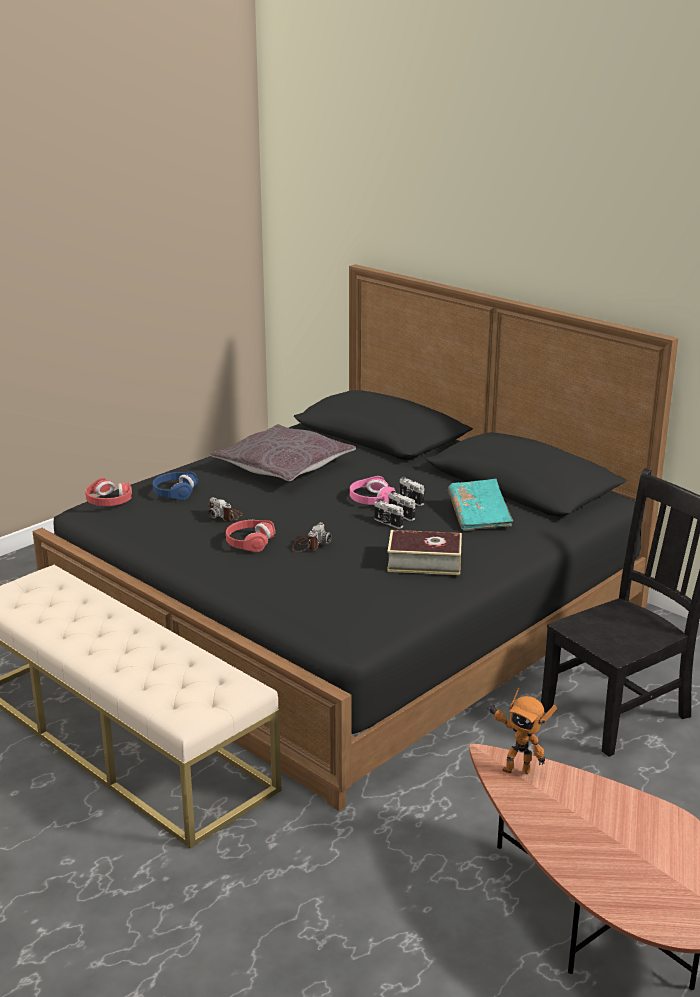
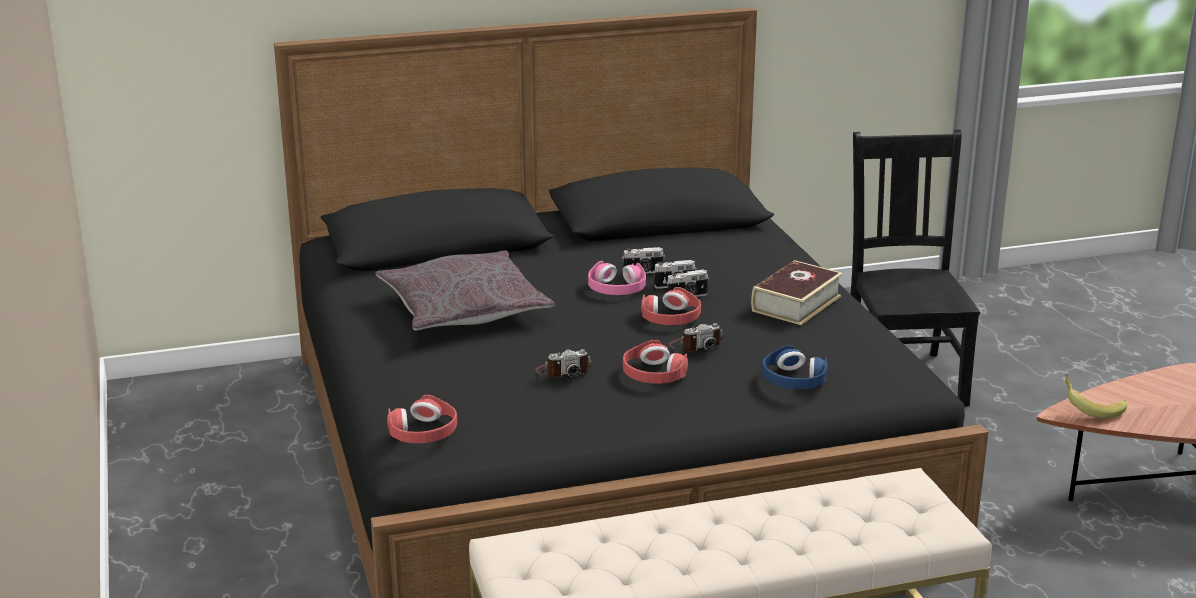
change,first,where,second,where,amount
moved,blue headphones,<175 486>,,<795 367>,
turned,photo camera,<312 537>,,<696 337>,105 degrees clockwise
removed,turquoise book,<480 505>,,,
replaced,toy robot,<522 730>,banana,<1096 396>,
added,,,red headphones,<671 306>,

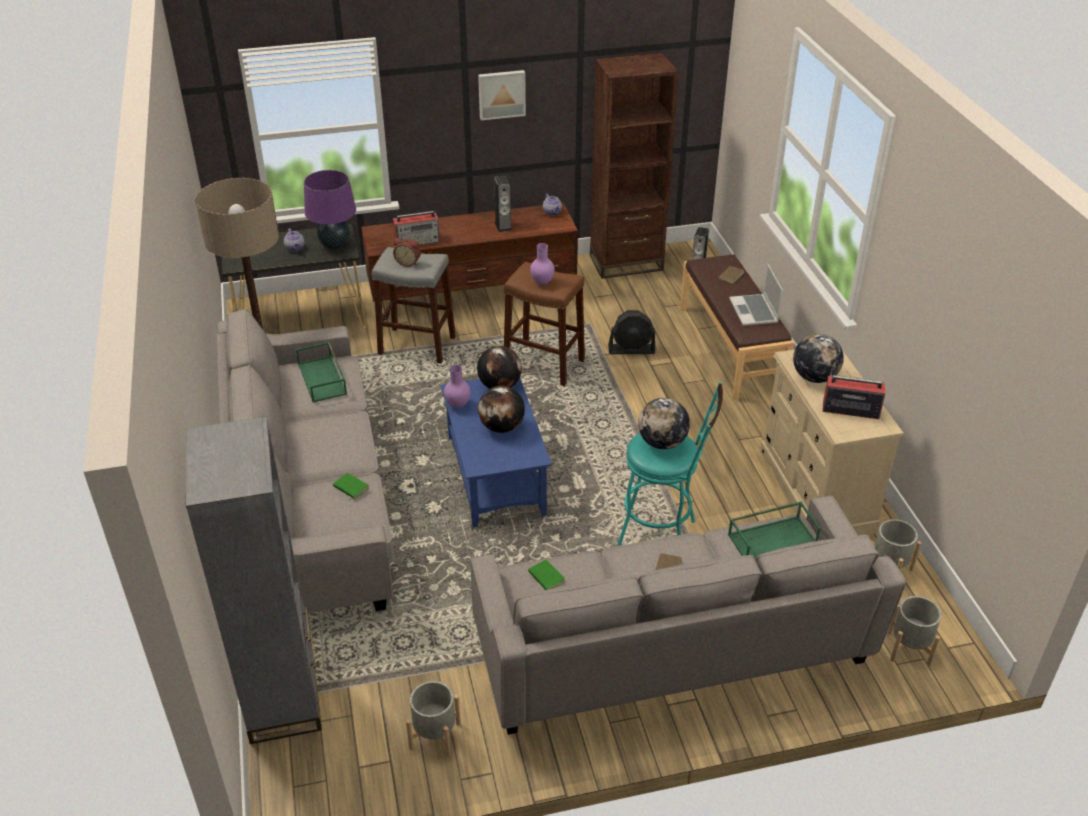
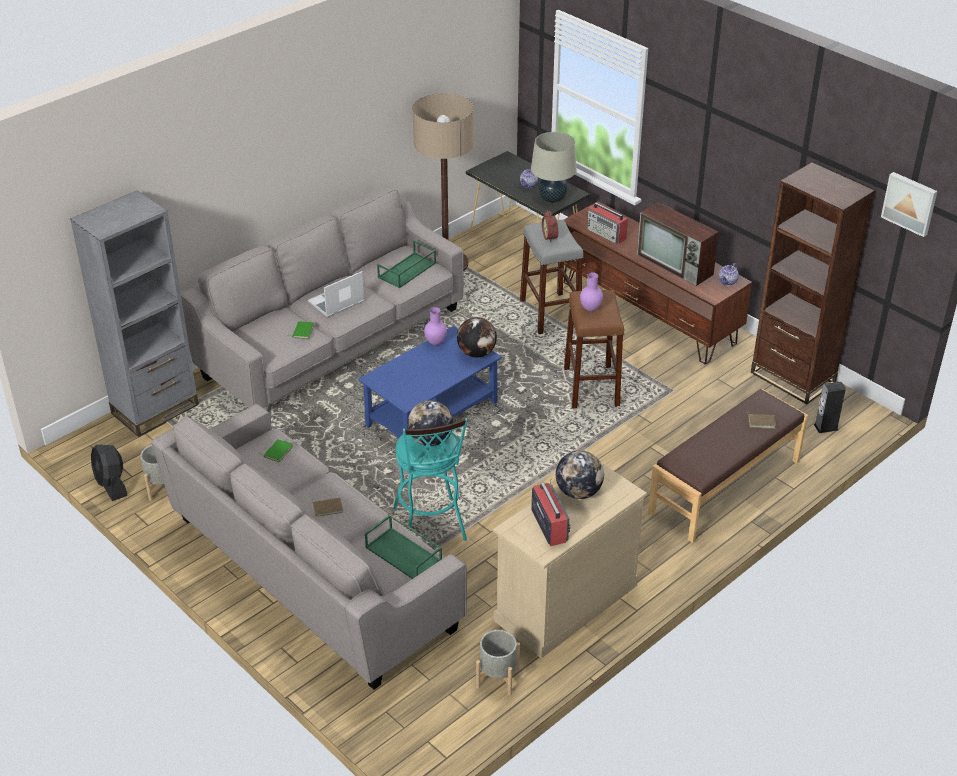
change,first,where,second,where,amount
recoloured,purple table lamp,<330 209>,beige table lamp,<554 167>,
moved,picture,<502 95>,,<909 204>,
removed,globe,<501 409>,,,
replaced,speaker,<503 204>,television,<678 244>,
moved,black fan,<631 332>,,<109 473>,
moved,laptop,<756 295>,,<336 294>,
removed,grey planter,<915 631>,,,

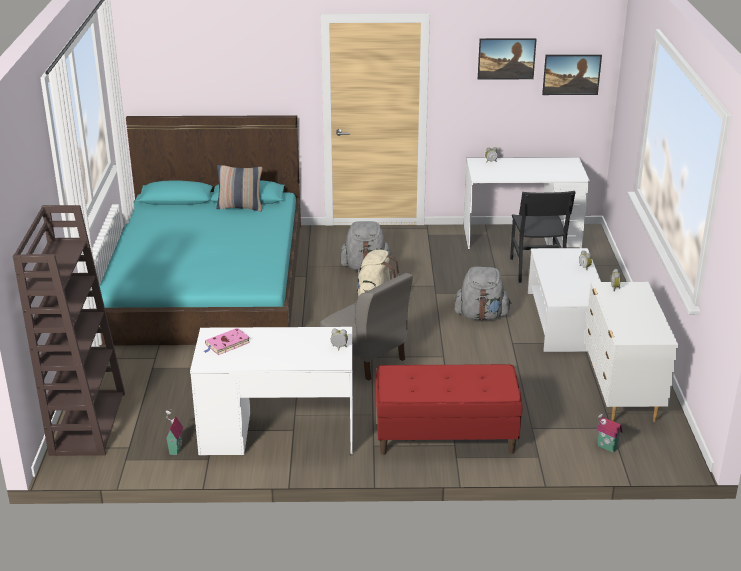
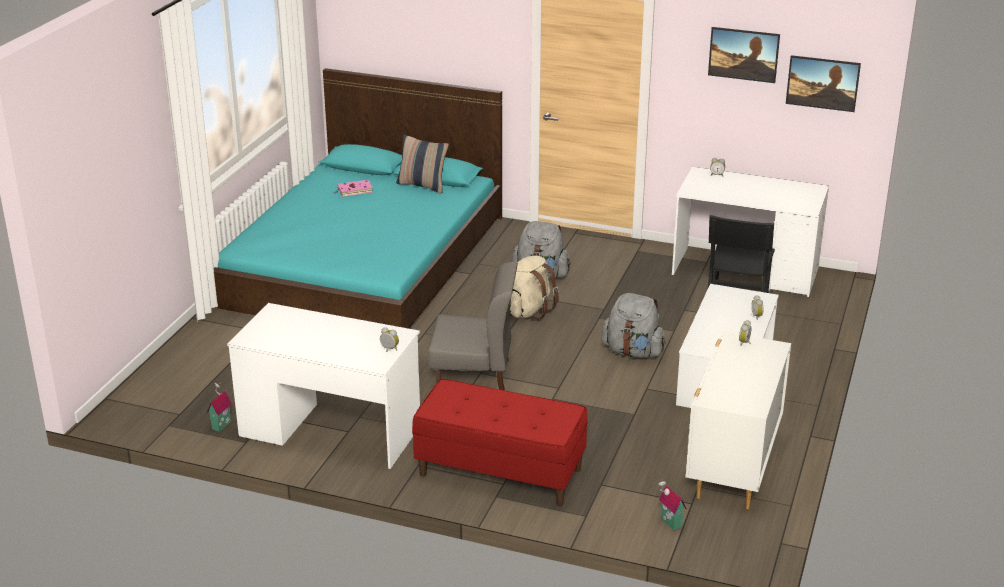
change,first,where,second,where,amount
removed,brown bookcase,<69 330>,,,
moved,pink book,<227 341>,,<353 188>,
turned,grey chair,<366 327>,,<473 326>,60 degrees counterclockwise

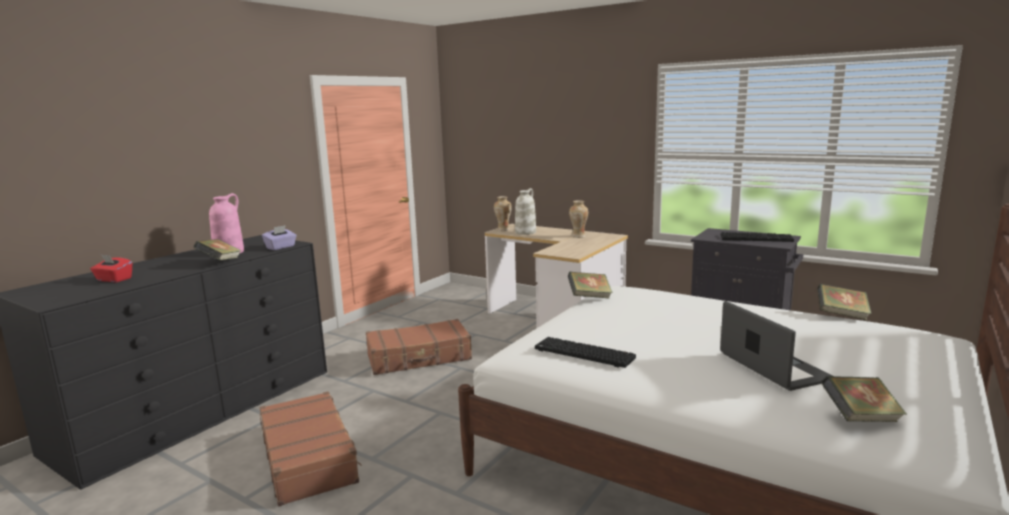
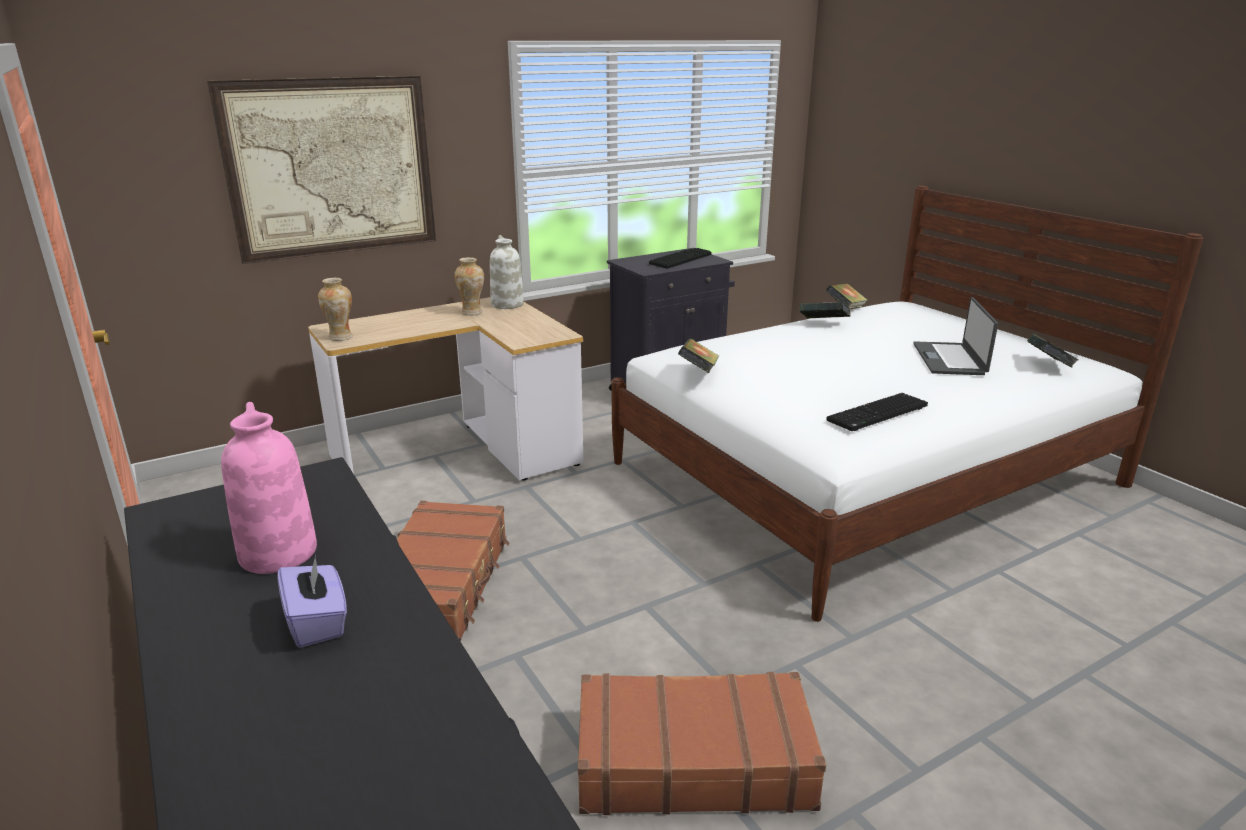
change,first,where,second,where,amount
removed,red tissue box,<111 268>,,,
moved,book,<217 250>,,<825 310>,
moved,purple tissue box,<279 237>,,<312 601>,
moved,white vase,<525 211>,,<507 272>,
turned,laptop,<776 346>,,<955 336>,90 degrees counterclockwise
added,,,picture,<321 170>,

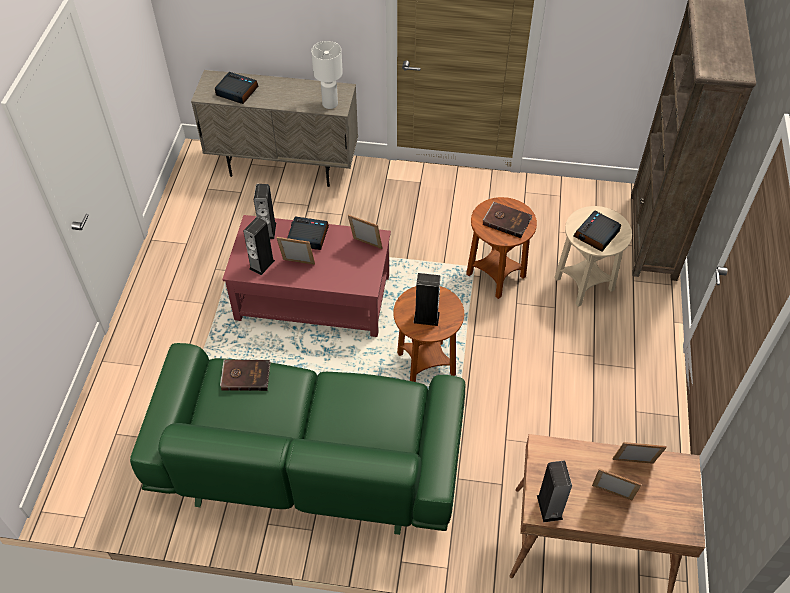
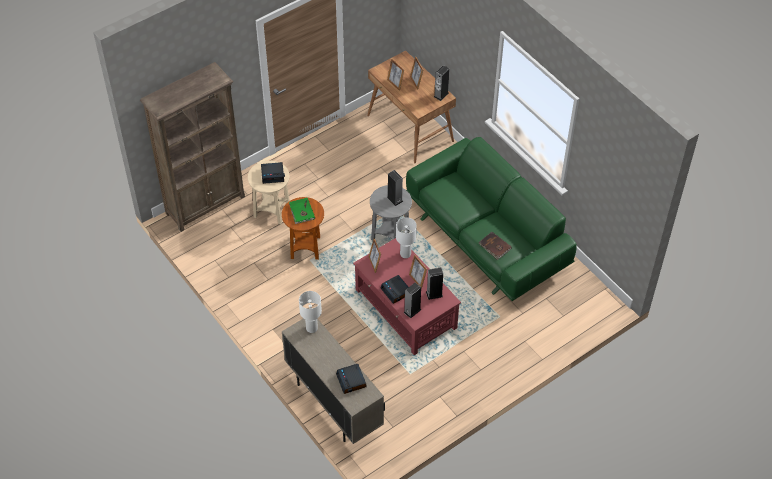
change,first,where,second,where,amount
recoloured,brown side table,<428 334>,grey side table,<391 212>,
recoloured,brown book,<508 220>,green book,<302 211>,
added,,,white table lamp,<406 237>,

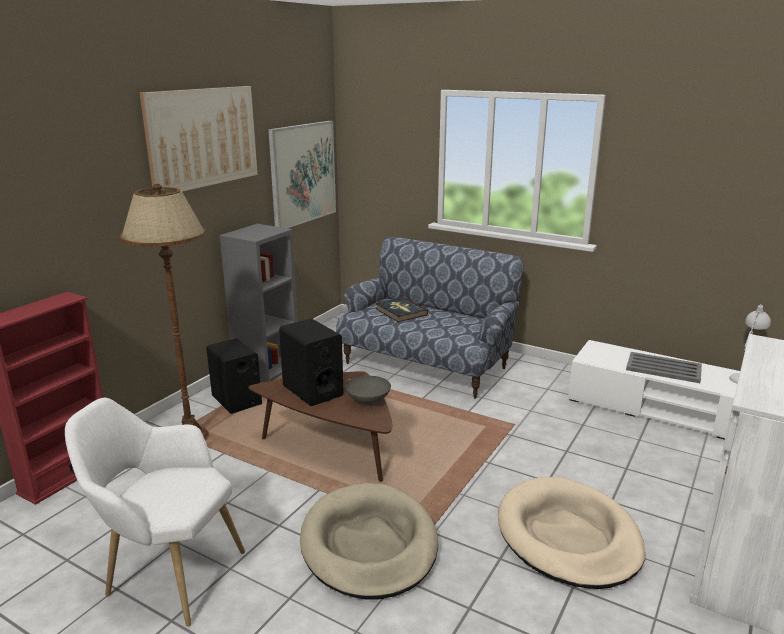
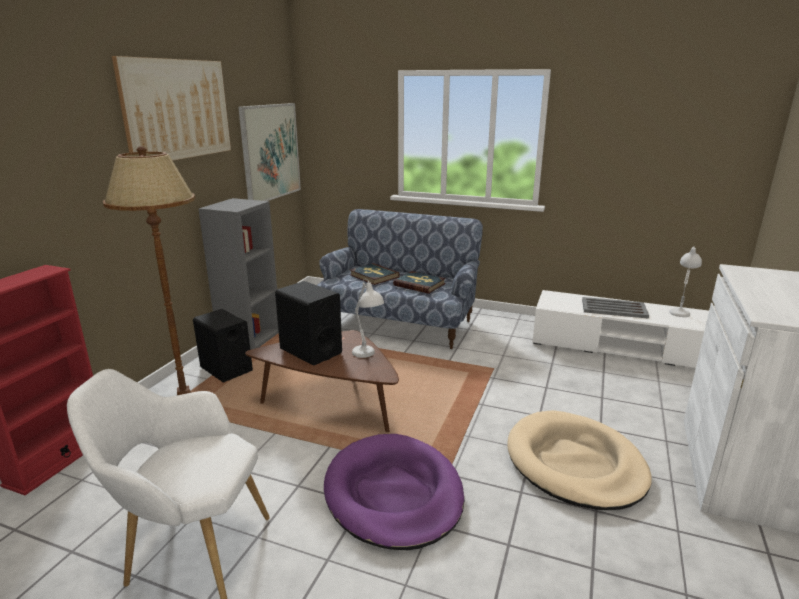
change,first,where,second,where,amount
recoloured,beige dog bed,<369 541>,purple dog bed,<394 492>,
replaced,grey bowl,<368 390>,white table lamp,<368 318>,
added,,,book,<419 282>,

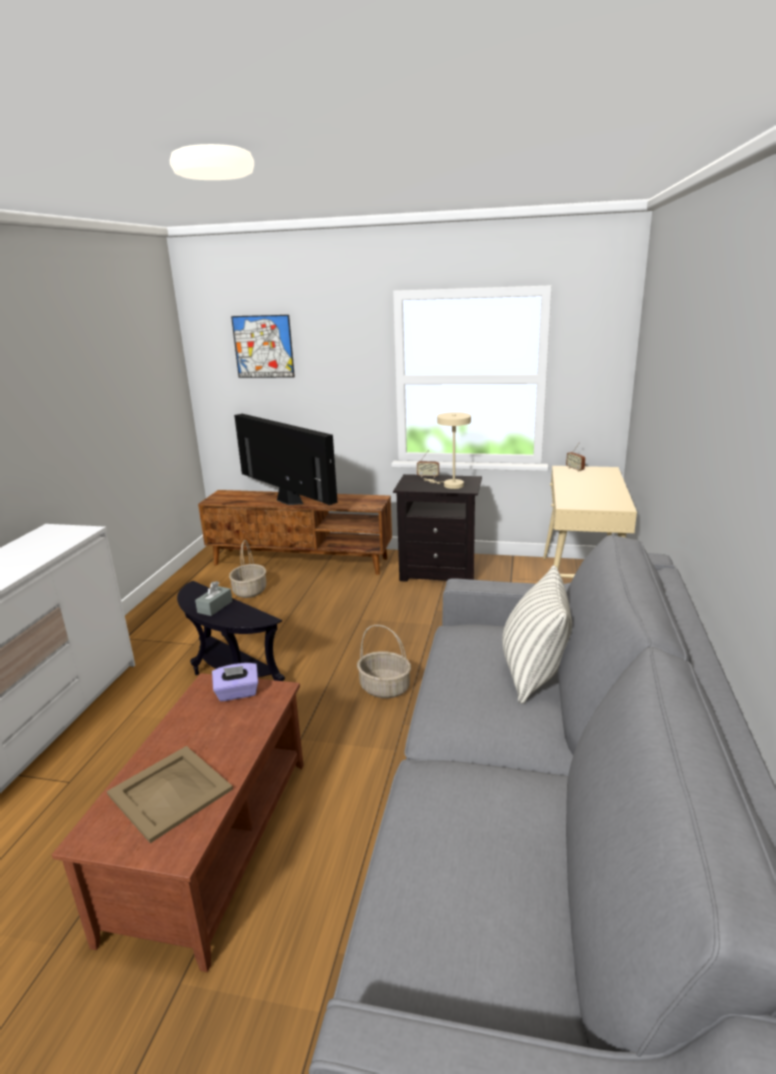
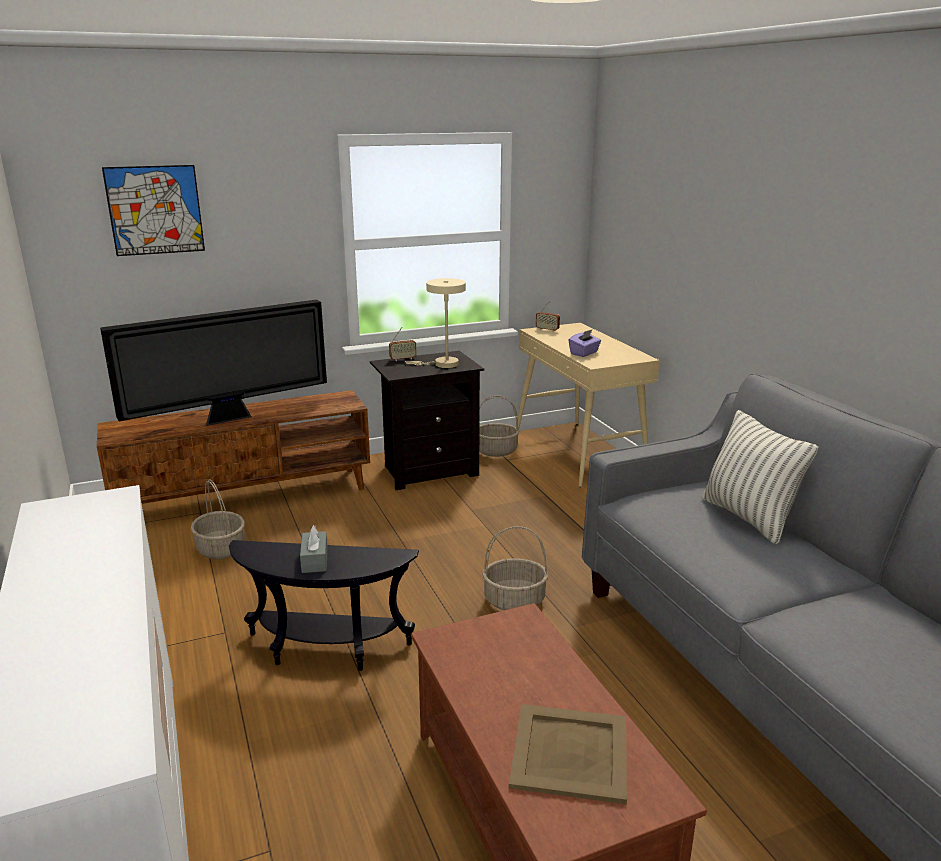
change,first,where,second,where,amount
moved,purple tissue box,<235 682>,,<585 343>,
turned,television,<286 459>,,<213 363>,135 degrees clockwise
added,,,basket,<499 426>,

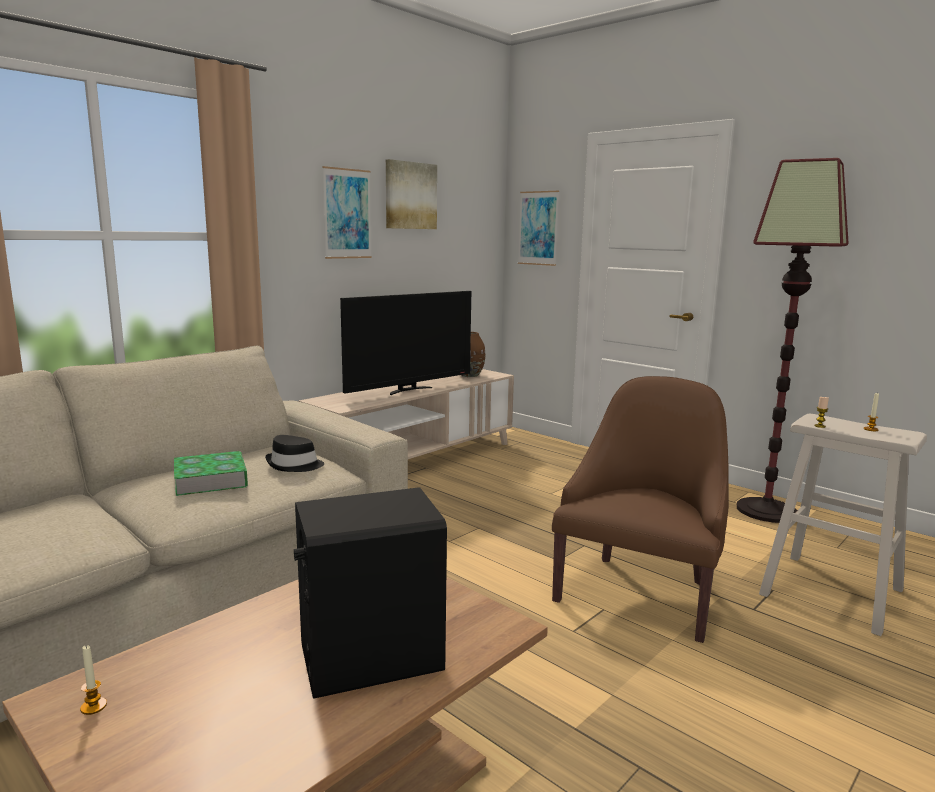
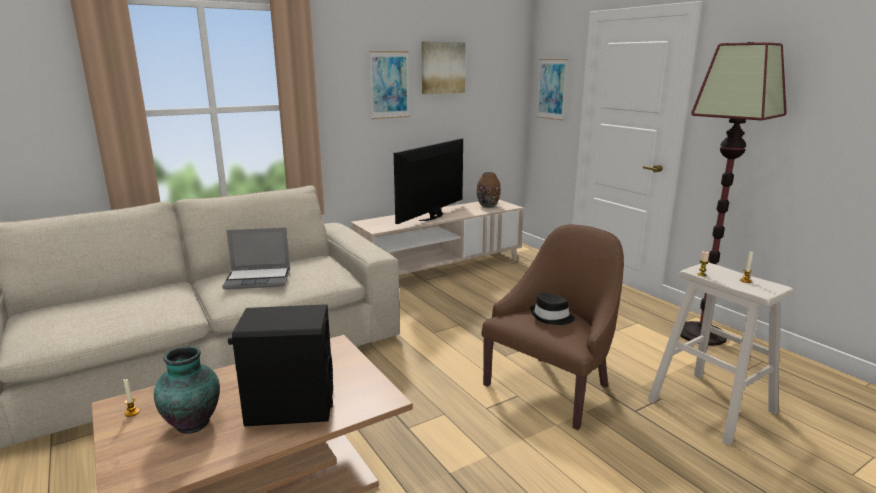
change,first,where,second,where,amount
replaced,book,<211 473>,laptop,<256 258>,
moved,black hat,<294 453>,,<552 309>,
turned,television,<405 343>,,<428 181>,150 degrees clockwise
added,,,vase,<187 390>,

